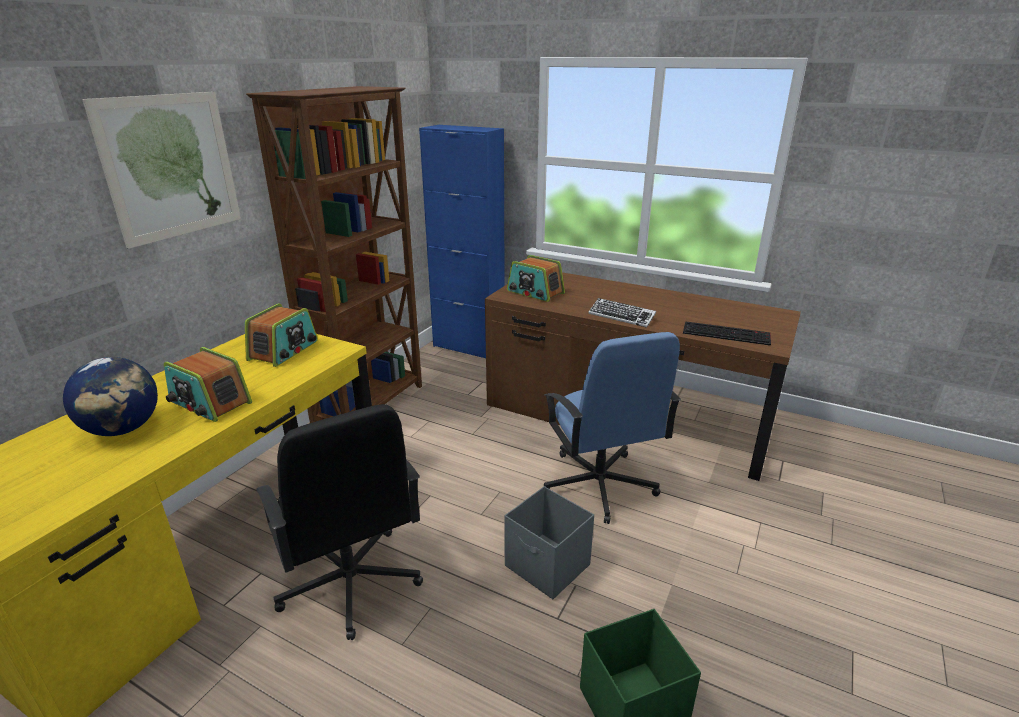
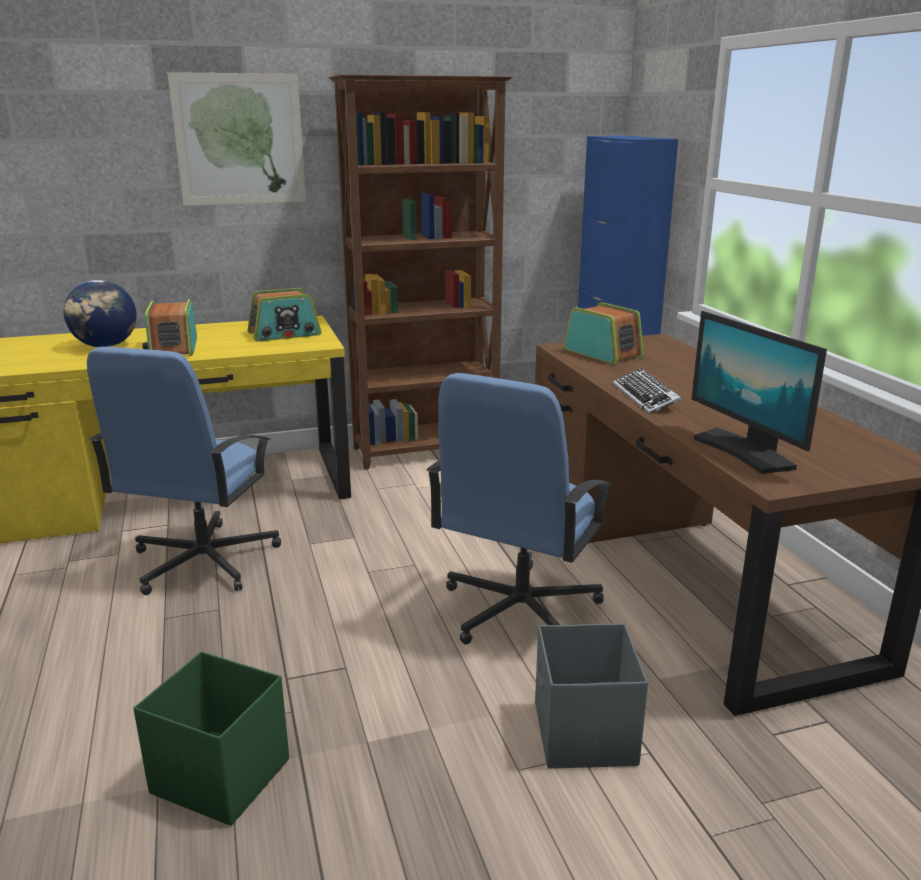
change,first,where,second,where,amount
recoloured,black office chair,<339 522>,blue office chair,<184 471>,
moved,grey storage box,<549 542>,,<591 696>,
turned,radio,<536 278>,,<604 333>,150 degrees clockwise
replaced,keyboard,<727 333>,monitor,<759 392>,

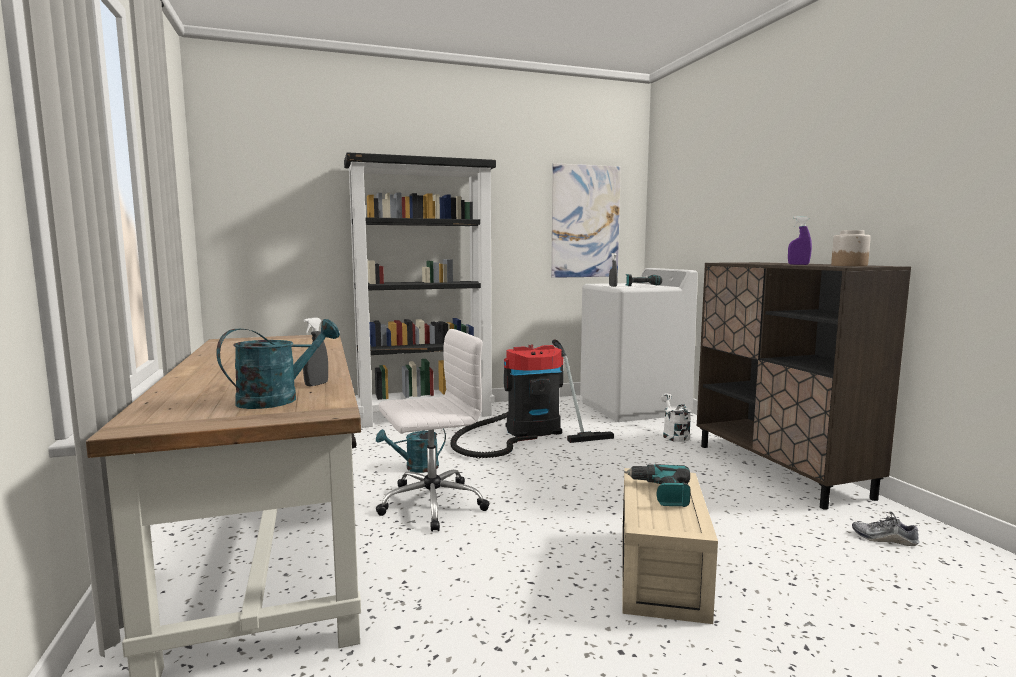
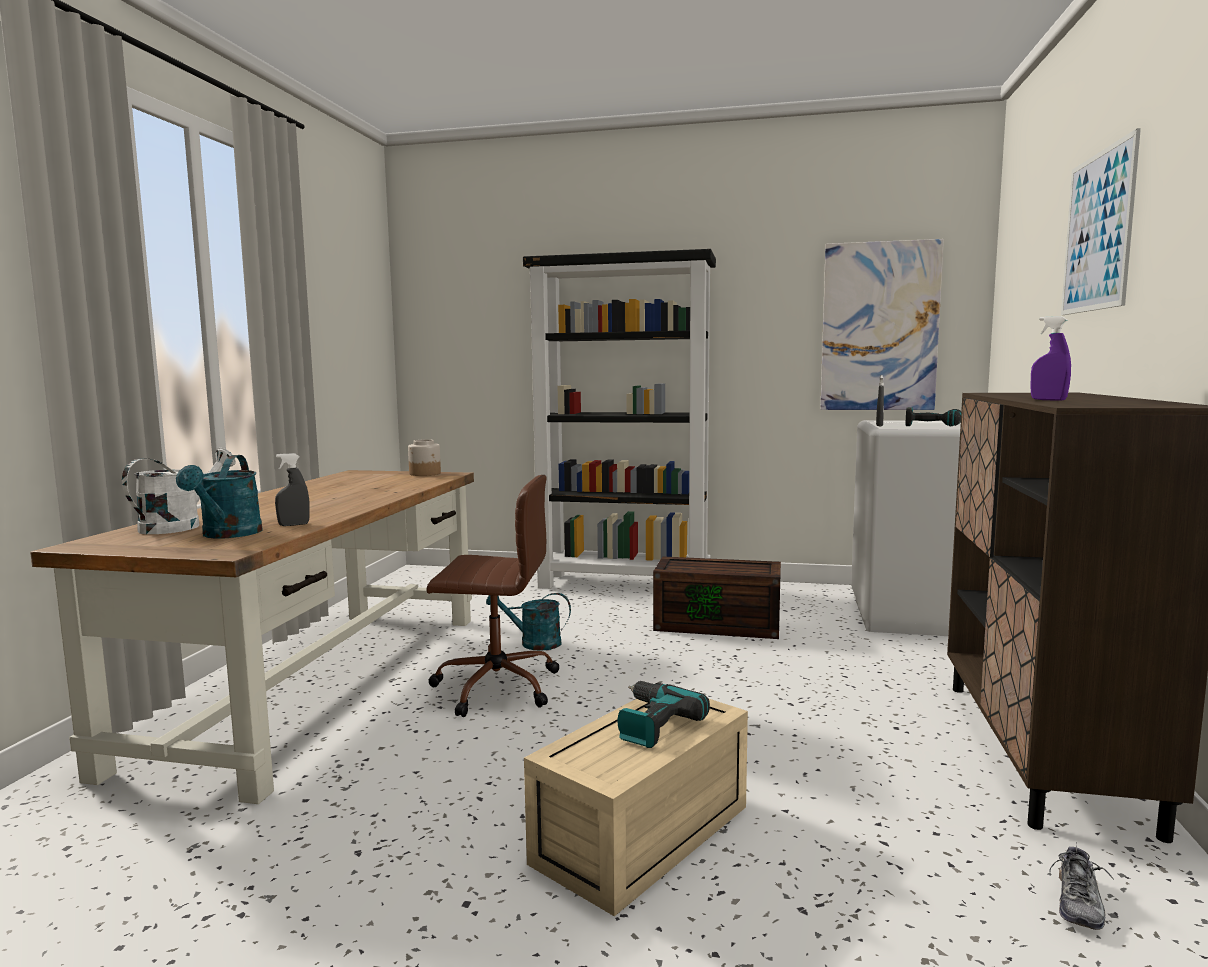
change,first,where,second,where,amount
turned,turquoise watering can,<278 364>,,<219 497>,105 degrees clockwise
recoloured,white office chair,<433 430>,brown office chair,<493 596>,
replaced,vacuum cleaner,<532 399>,brown storage box,<717 597>,
moved,white watering can,<676 417>,,<179 491>,
moved,jar,<851 248>,,<424 457>,
turned,shoe,<885 528>,,<1082 886>,120 degrees counterclockwise
added,,,picture,<1101 221>,

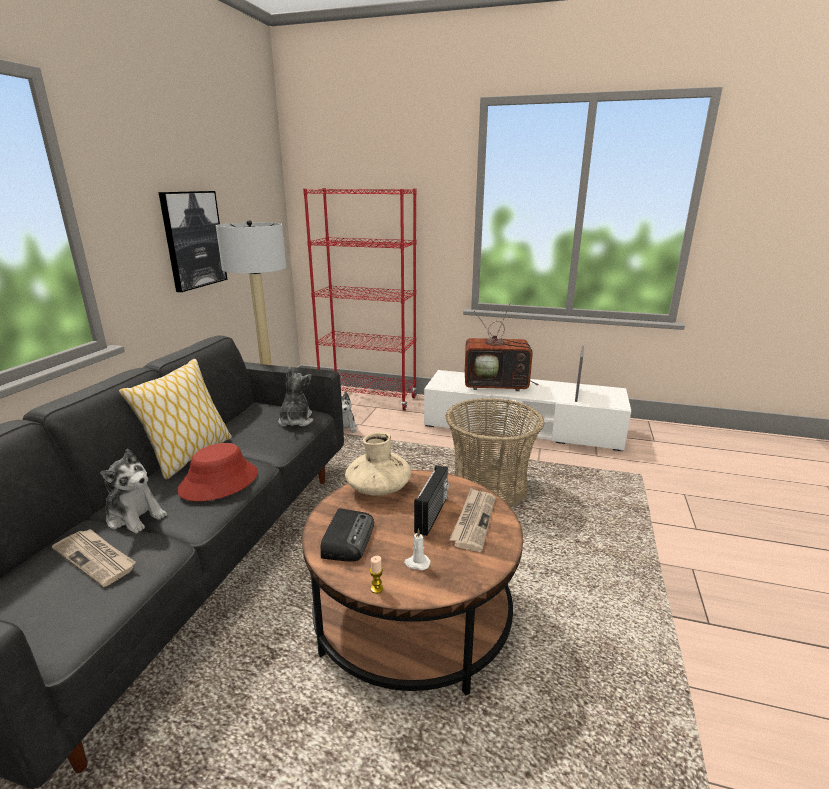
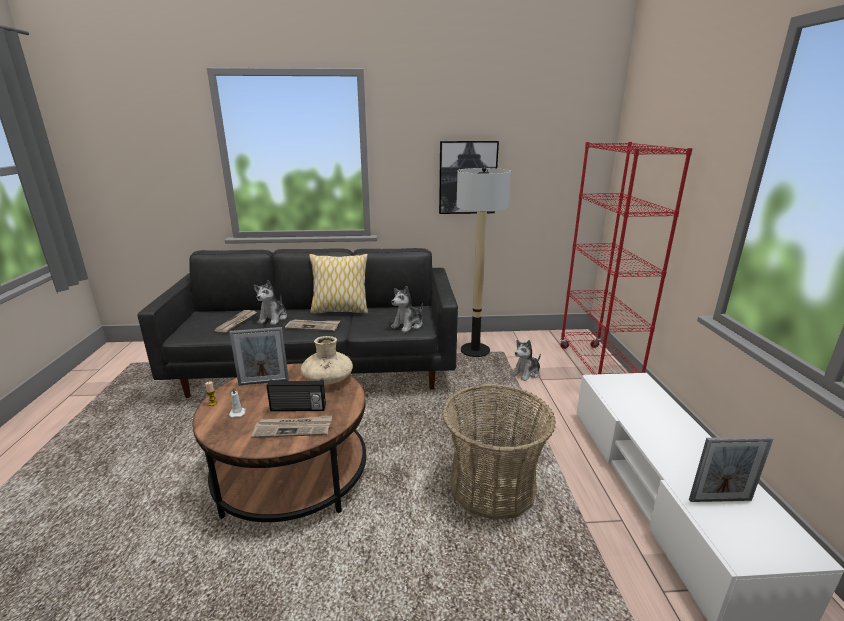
change,first,where,second,where,amount
replaced,red hat,<217 472>,newspaper,<312 325>,
turned,plush toy,<295 396>,,<407 309>,150 degrees clockwise
replaced,radio,<347 535>,picture frame,<259 356>,
removed,television,<502 346>,,,

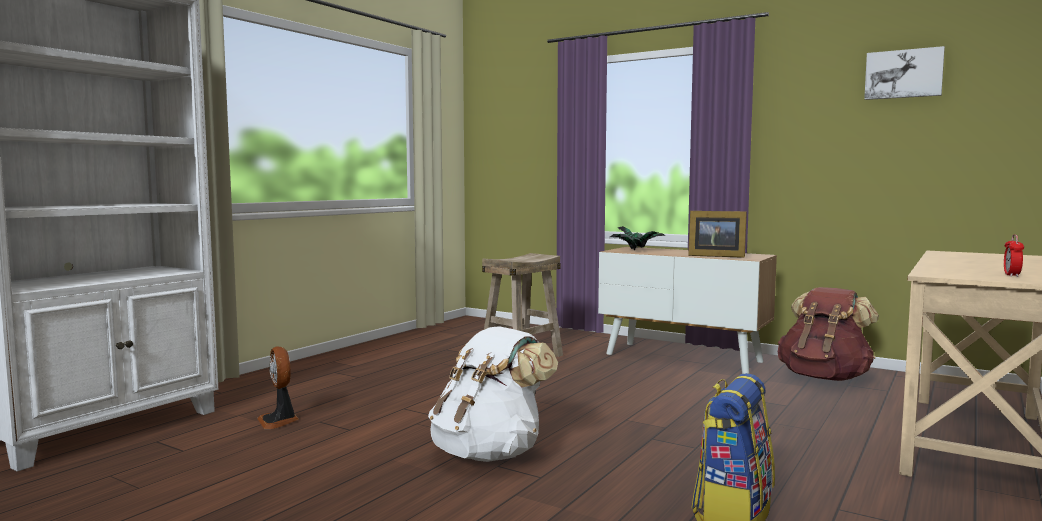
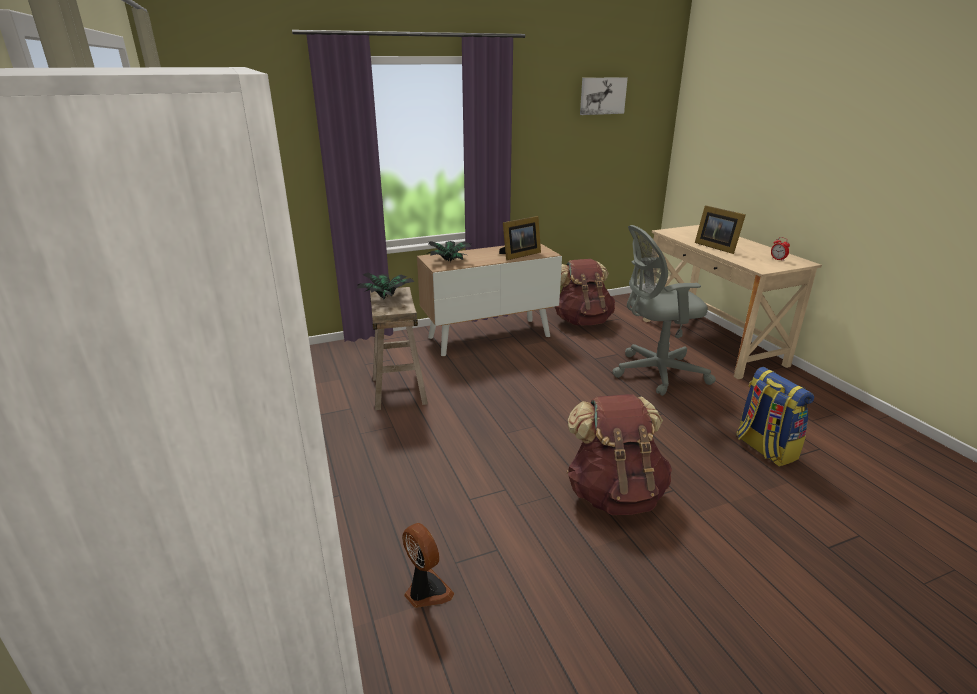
change,first,where,second,where,amount
turned,fan,<278 387>,,<428 565>,135 degrees counterclockwise
recoloured,white backpack,<493 394>,brown backpack,<619 454>,
added,,,potted plant,<386 285>,
added,,,grey office chair,<664 310>,
added,,,picture frame,<720 229>,

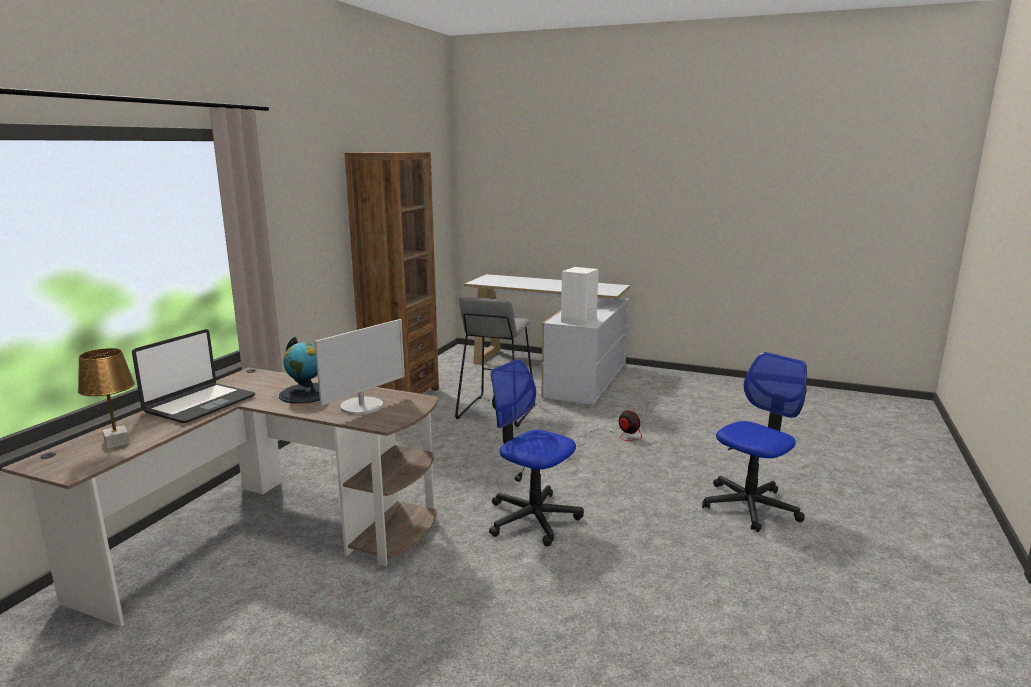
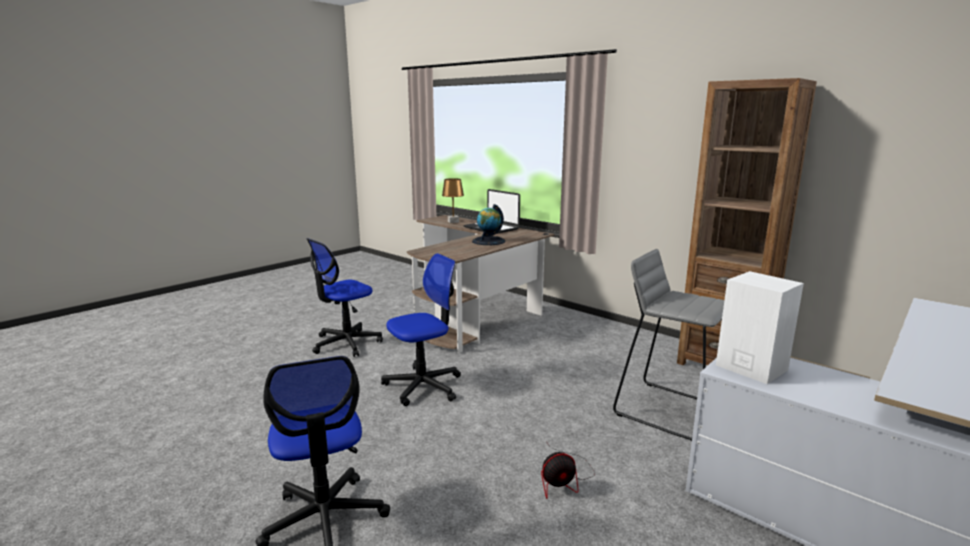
change,first,where,second,where,amount
removed,monitor,<360 367>,,,
added,,,office chair,<344 297>,

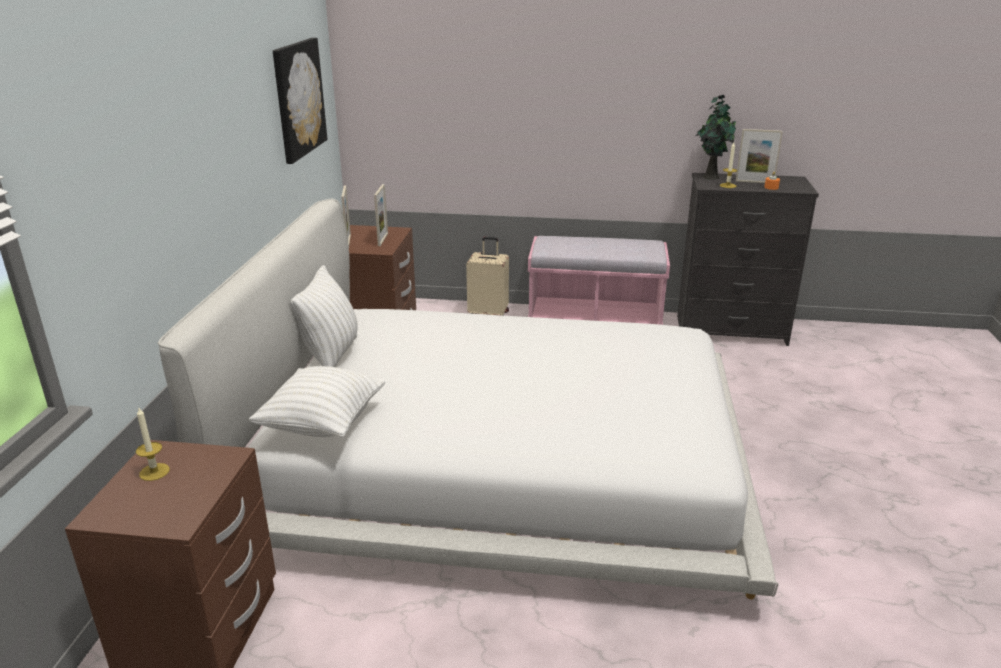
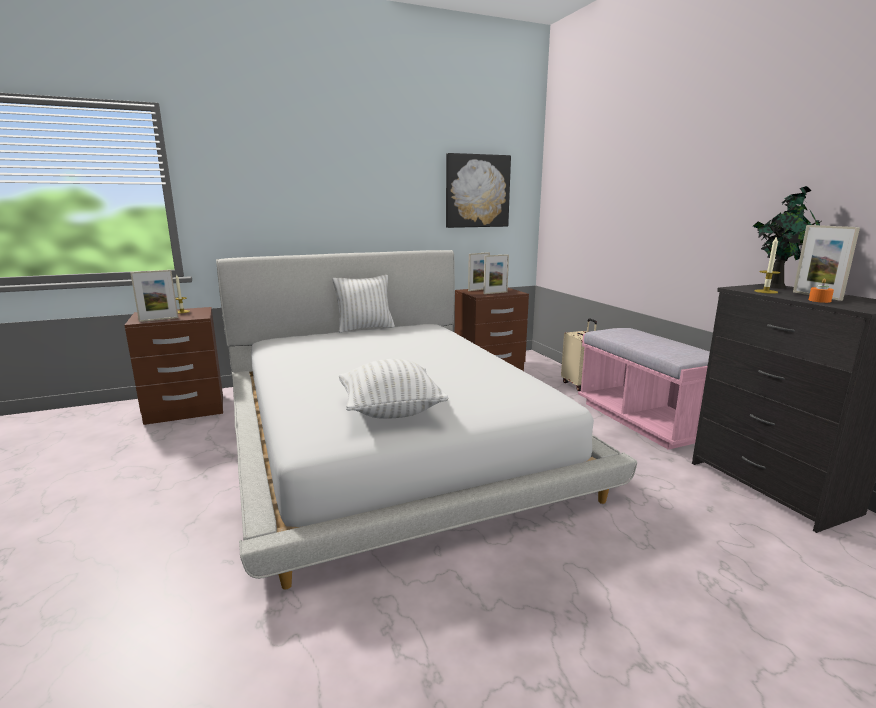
change,first,where,second,where,amount
moved,white pillow,<317 401>,,<393 389>,
added,,,picture frame,<154 296>,

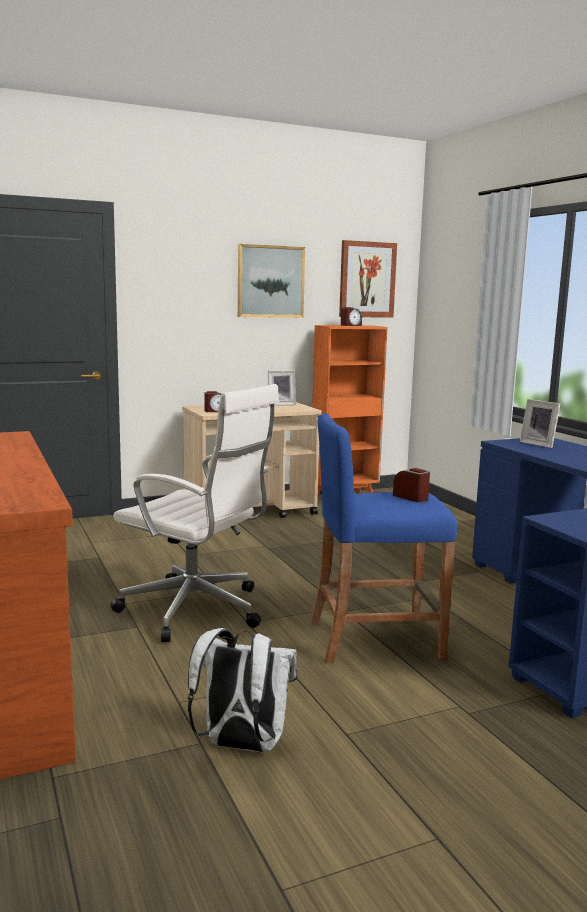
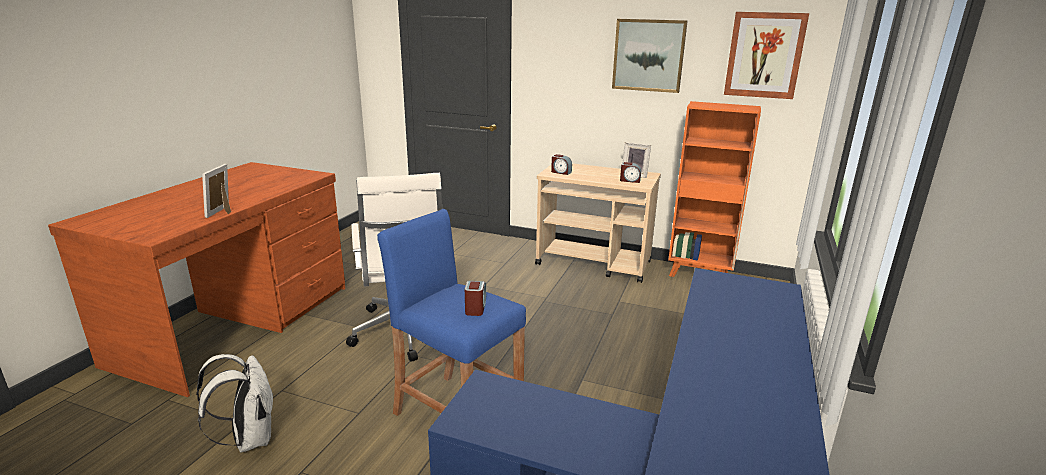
change,first,where,second,where,amount
moved,alarm clock,<351 316>,,<630 172>,
moved,picture frame,<540 423>,,<216 191>,

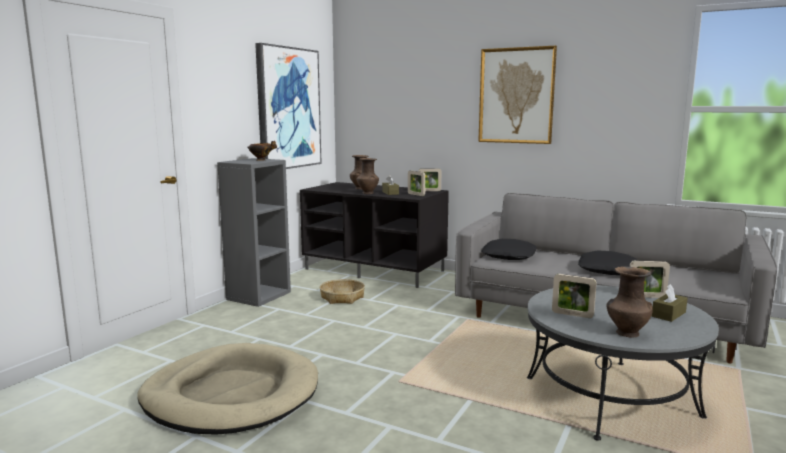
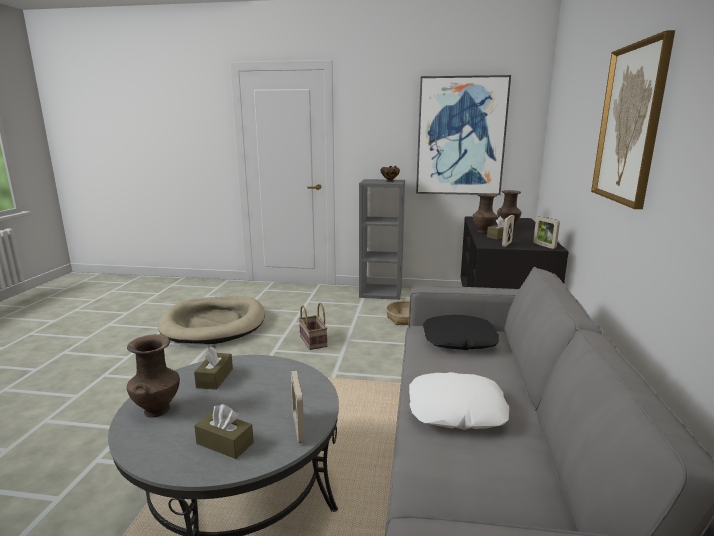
change,first,where,second,where,amount
replaced,picture frame,<574 296>,brown tissue box,<213 368>,
recoloured,black pillow,<608 263>,white pillow,<459 401>,
added,,,basket,<313 326>,

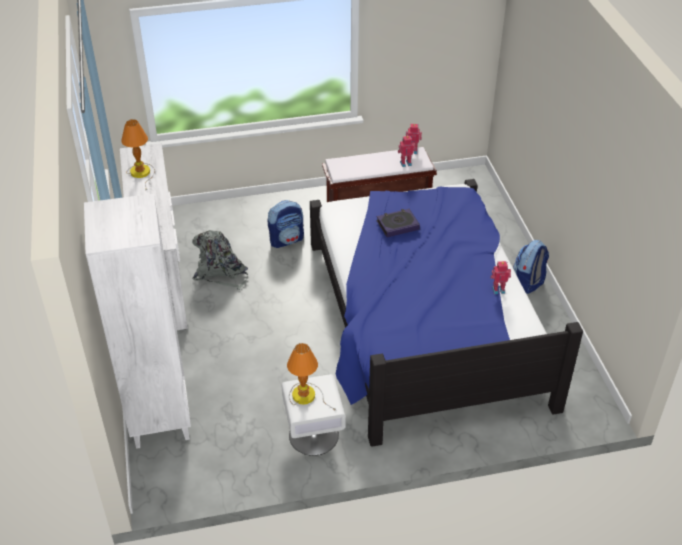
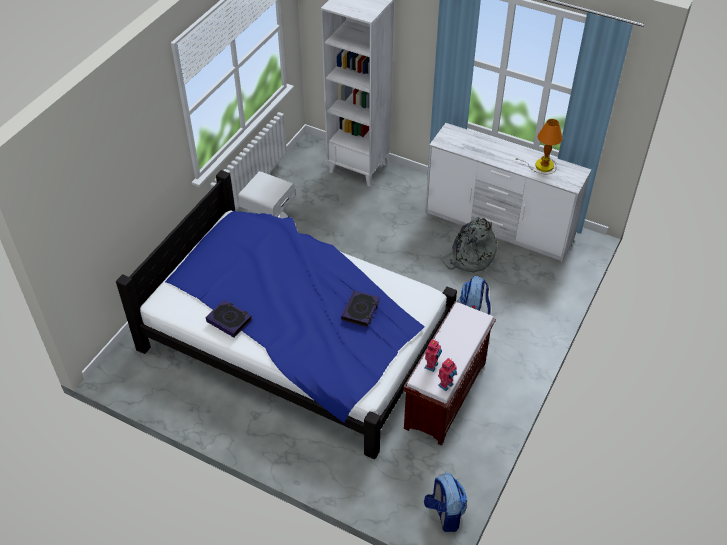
change,first,where,second,where,amount
removed,table lamp,<312 377>,,,
replaced,toy robot,<501 277>,book,<229 318>,
moved,backpack,<531 267>,,<445 502>,

